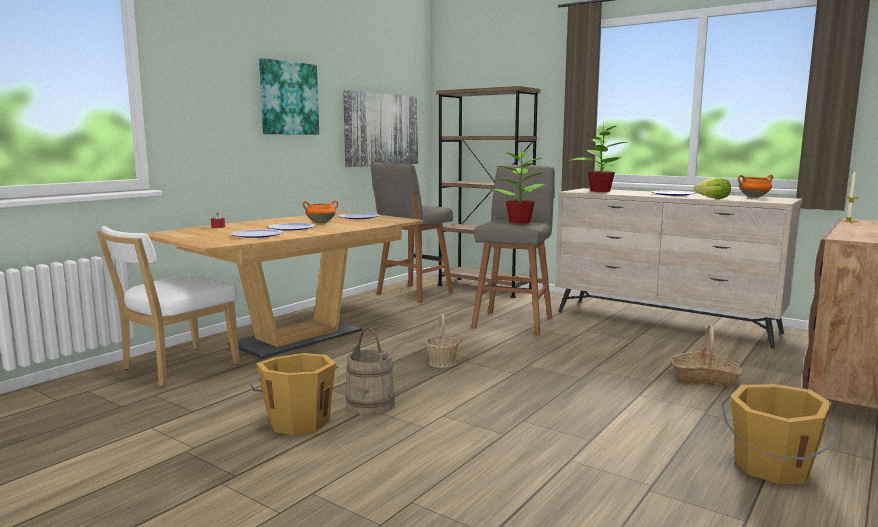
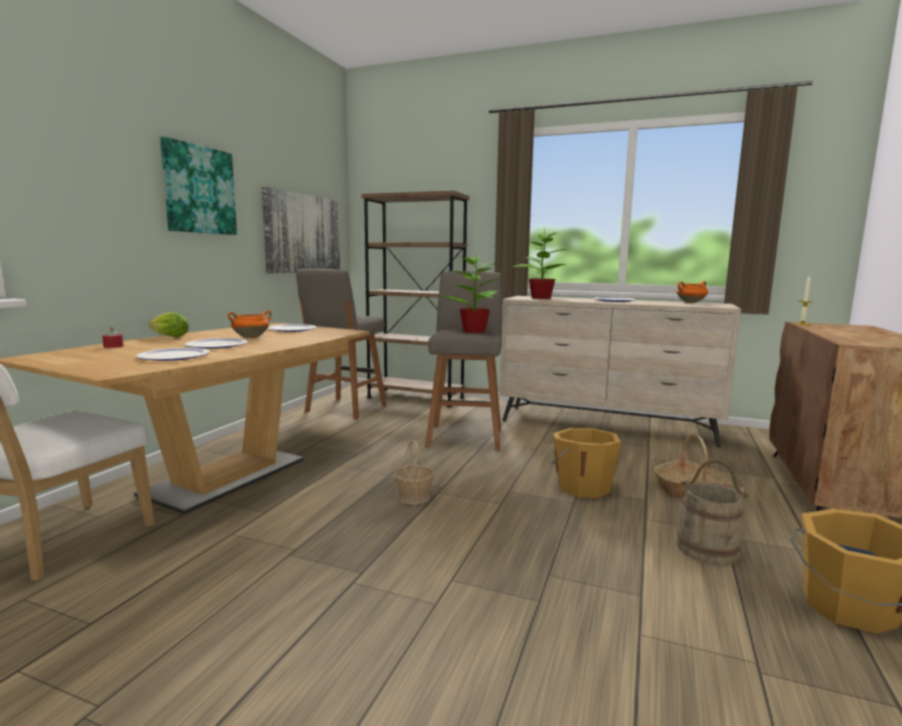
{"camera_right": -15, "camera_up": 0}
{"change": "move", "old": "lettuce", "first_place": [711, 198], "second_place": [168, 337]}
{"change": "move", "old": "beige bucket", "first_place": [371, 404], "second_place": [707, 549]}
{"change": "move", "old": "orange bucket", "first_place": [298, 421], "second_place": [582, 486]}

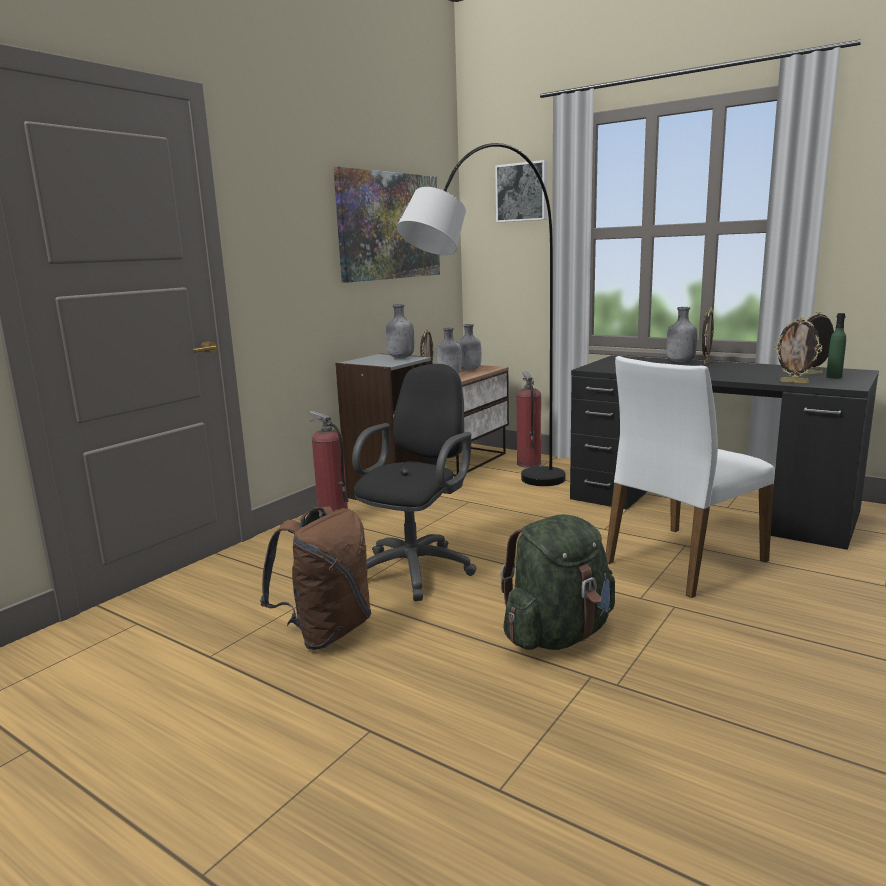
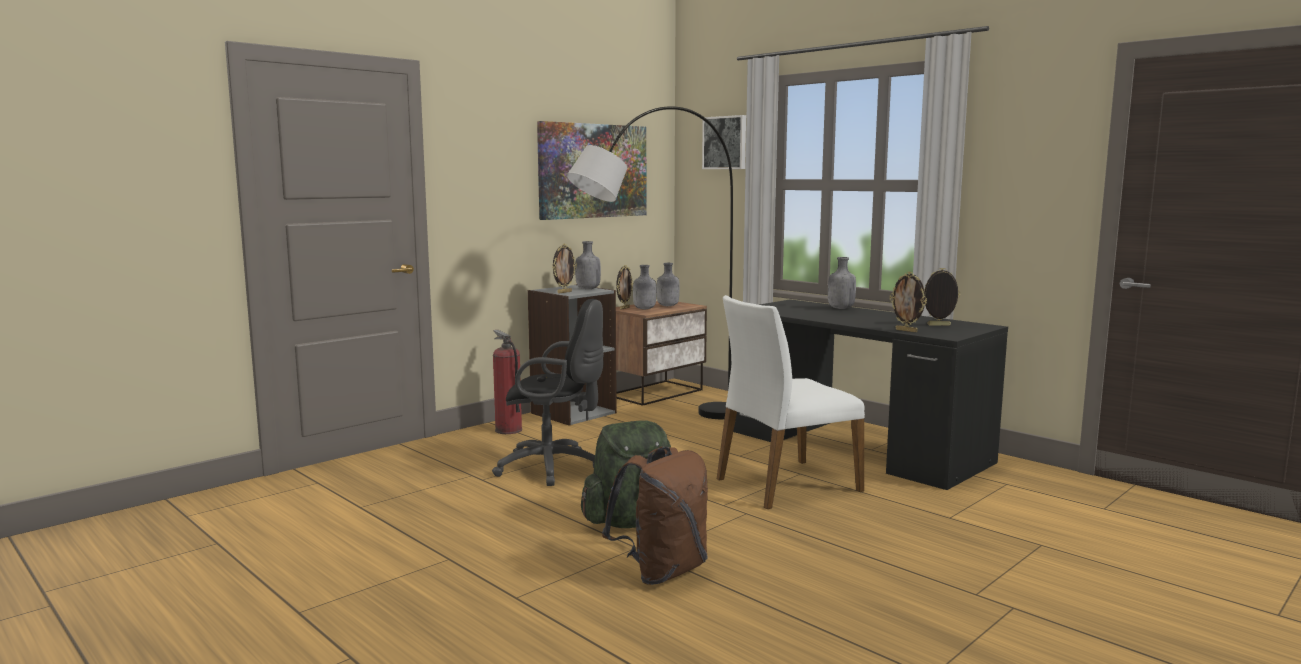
{"camera_right": 10, "camera_up": -5}
{"change": "move", "old": "picture frame", "first_place": [706, 363], "second_place": [564, 292]}
{"change": "delete", "old": "green bottle", "first_place": [834, 377]}
{"change": "rotate", "old": "black office chair", "first_place": [417, 568], "second_place": [555, 468], "degrees": 60}
{"change": "delete", "old": "fire extinguisher", "first_place": [528, 463]}
{"change": "move", "old": "brown backpack", "first_place": [326, 632], "second_place": [662, 571]}

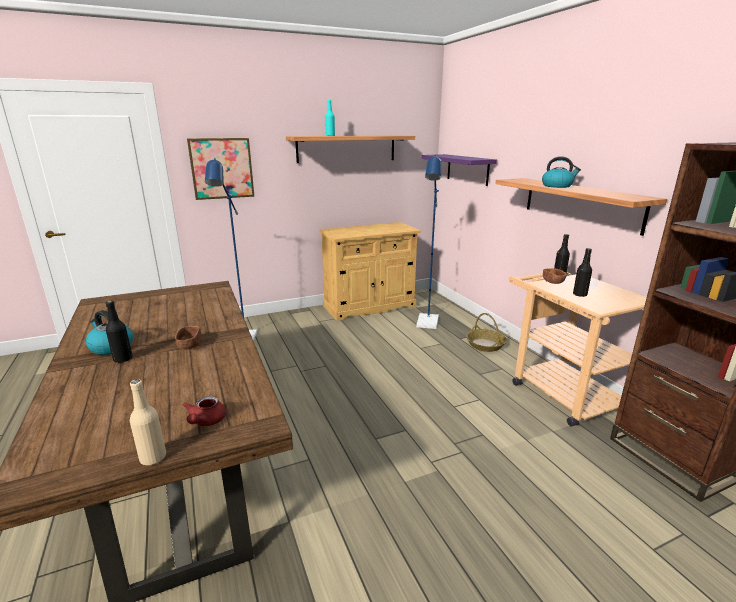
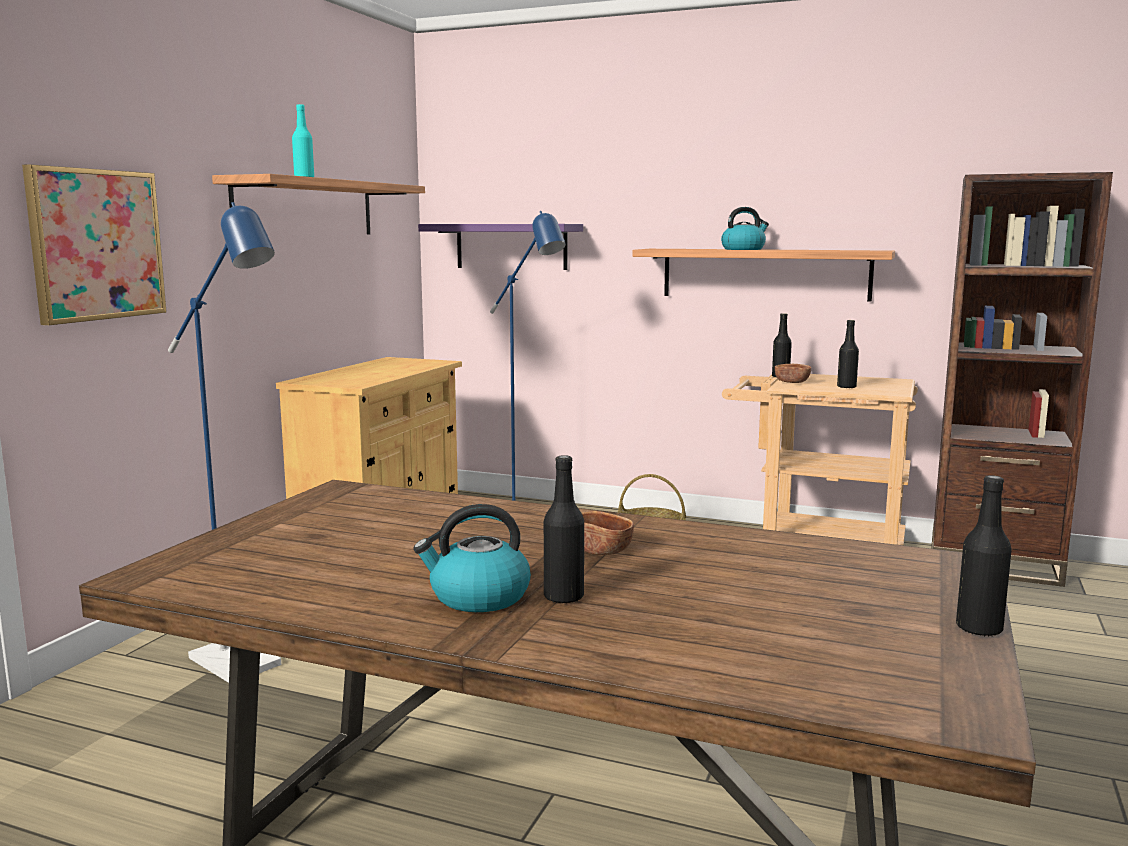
{"camera_right": -45, "camera_up": -10}
{"change": "recolor", "old": "beige bottle", "new": "black bottle", "first_place": [153, 458], "second_place": [979, 629]}
{"change": "delete", "old": "red teapot", "first_place": [206, 421]}

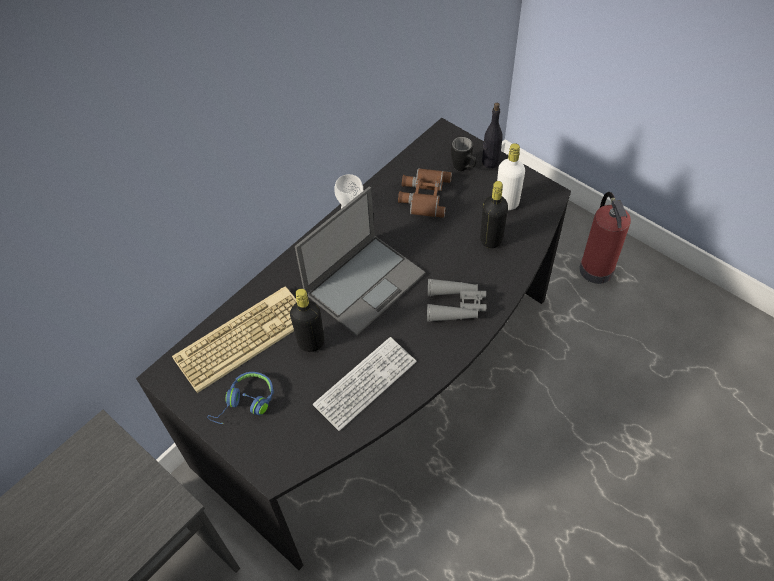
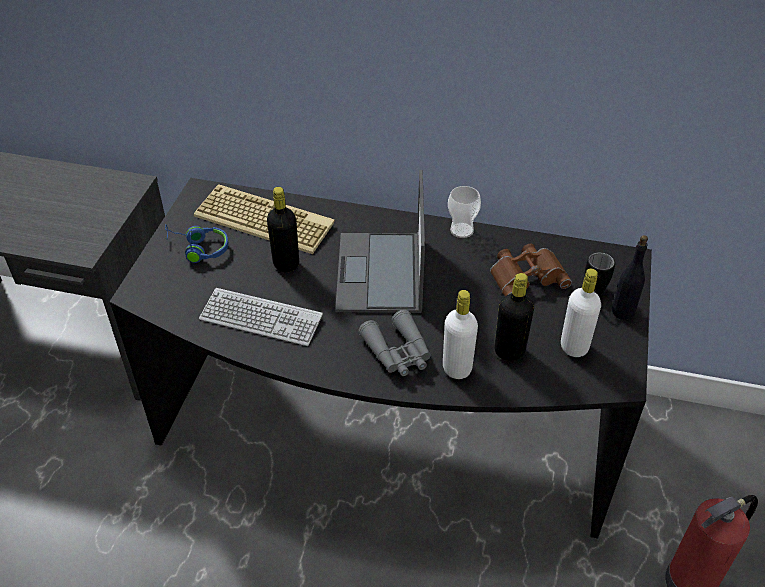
{"camera_right": 60, "camera_up": -10}
{"change": "rotate", "old": "laptop", "first_place": [365, 282], "second_place": [380, 274], "degrees": 75}
{"change": "insert", "new": "white bottle", "second_place": [457, 368]}

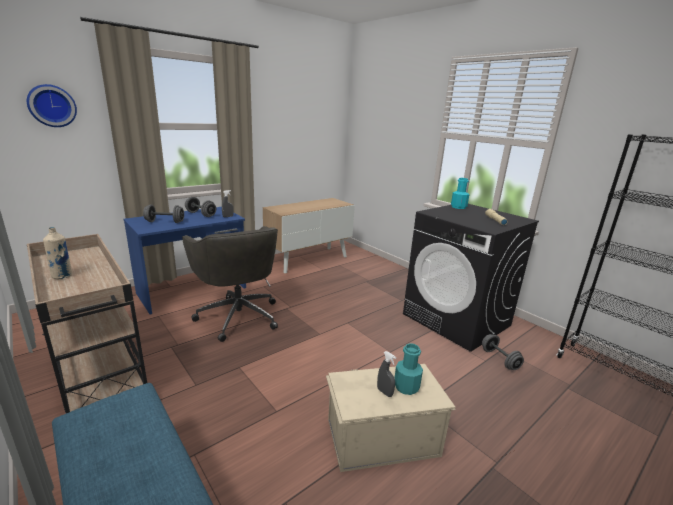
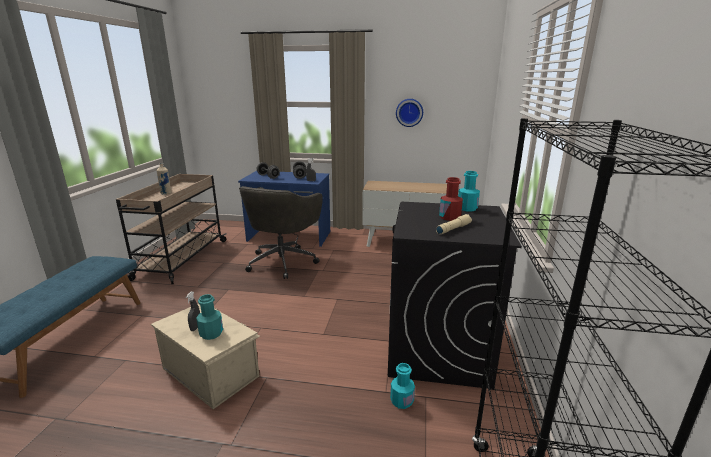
{"camera_right": 50, "camera_up": 0}
{"change": "move", "old": "wall clock", "first_place": [52, 106], "second_place": [409, 112]}
{"change": "replace", "old": "grey dumbbell", "new": "turquoise bottle", "first_place": [499, 359], "second_place": [401, 401]}
{"change": "insert", "new": "red bottle", "second_place": [449, 217]}

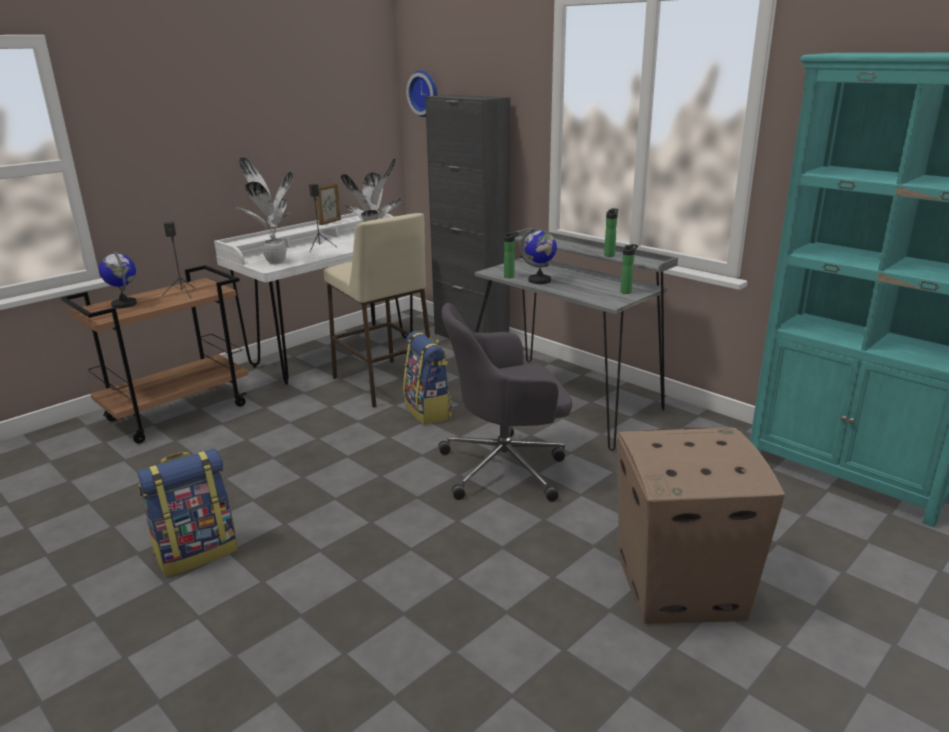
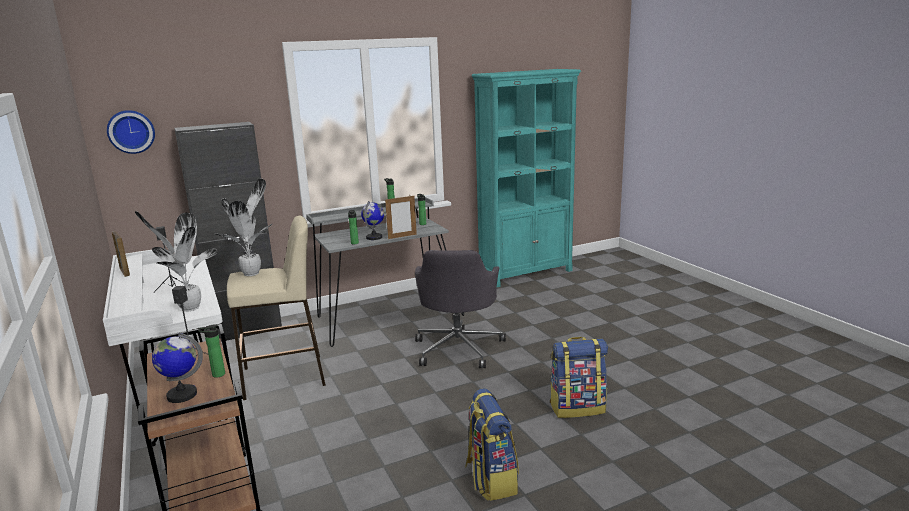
{"camera_right": -70, "camera_up": -5}
{"change": "move", "old": "backpack", "first_place": [429, 411], "second_place": [577, 407]}
{"change": "delete", "old": "cardboard box", "first_place": [677, 587]}
{"change": "insert", "new": "picture frame", "second_place": [402, 236]}
{"change": "insert", "new": "bottle", "second_place": [216, 375]}

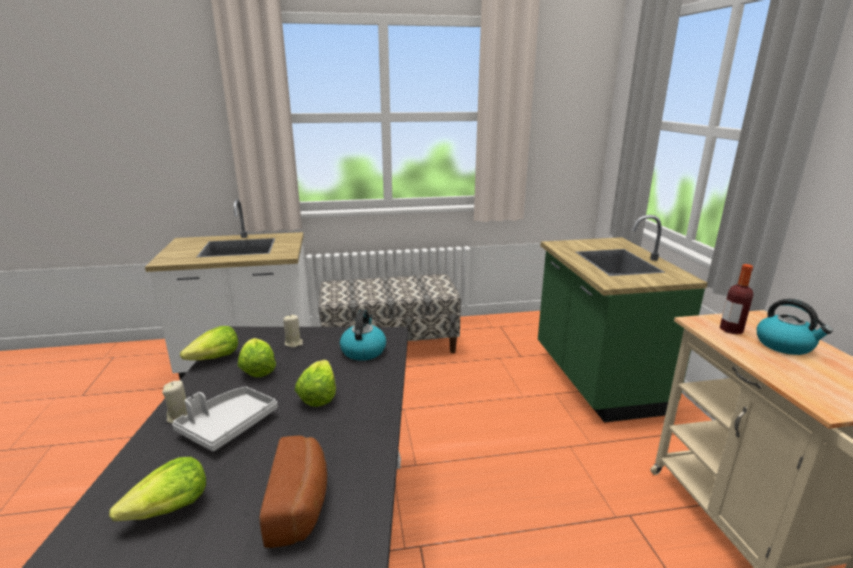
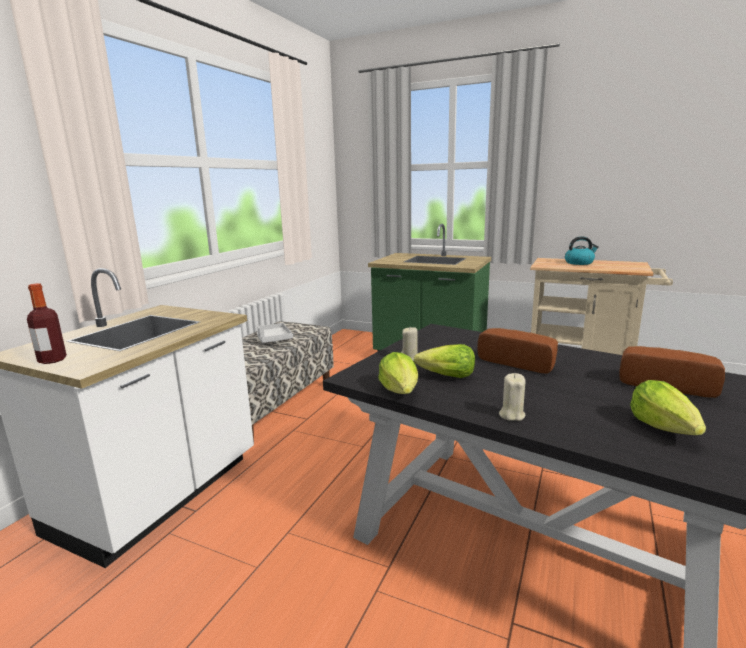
{"camera_right": -55, "camera_up": -5}
{"change": "move", "old": "bottle", "first_place": [731, 330], "second_place": [52, 360]}
{"change": "delete", "old": "kettle", "first_place": [363, 350]}
{"change": "replace", "old": "lettuce", "new": "bread", "first_place": [318, 395], "second_place": [518, 362]}
{"change": "move", "old": "grey tray", "first_place": [228, 425], "second_place": [273, 338]}

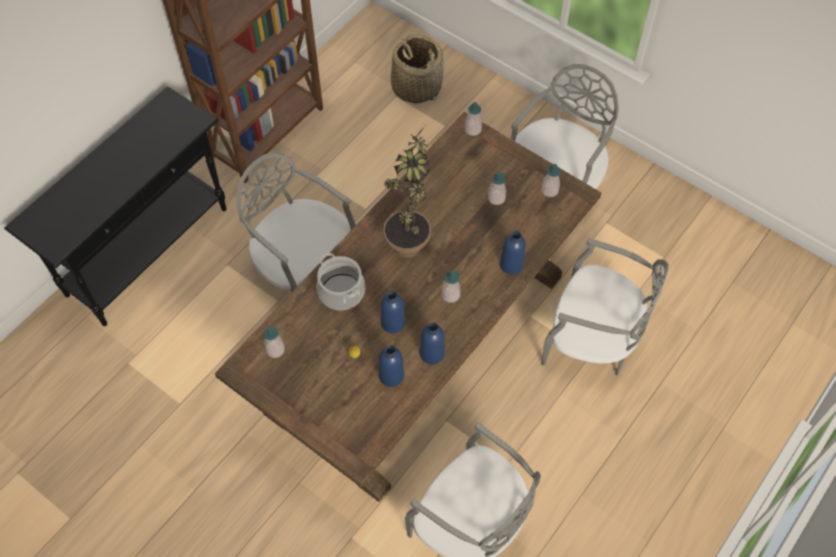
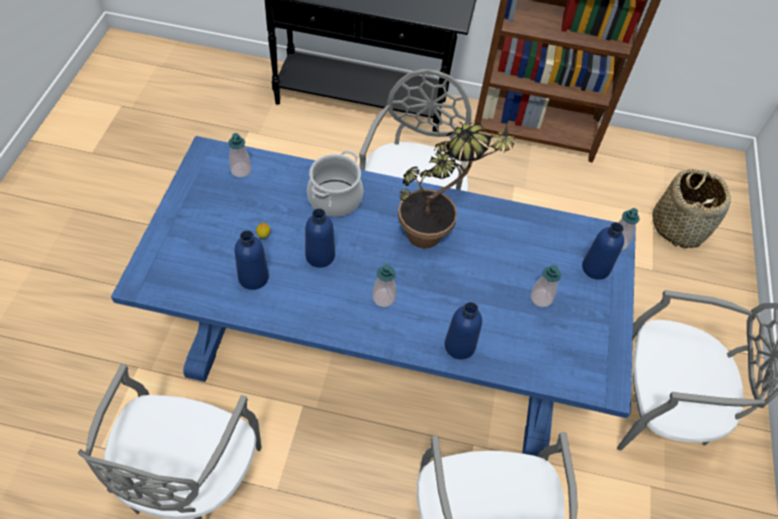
{"camera_right": 60, "camera_up": -5}
{"change": "recolor", "old": "brown dining table", "new": "blue dining table", "first_place": [417, 342], "second_place": [381, 342]}
{"change": "delete", "old": "soap dispenser", "first_place": [549, 190]}
{"change": "move", "old": "blue bottle", "first_place": [432, 353], "second_place": [595, 268]}

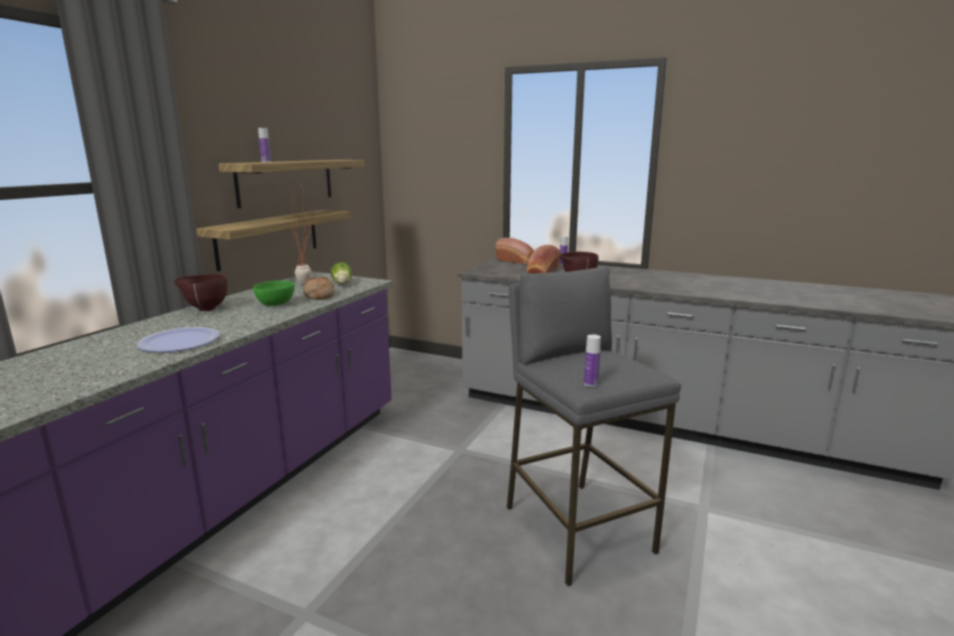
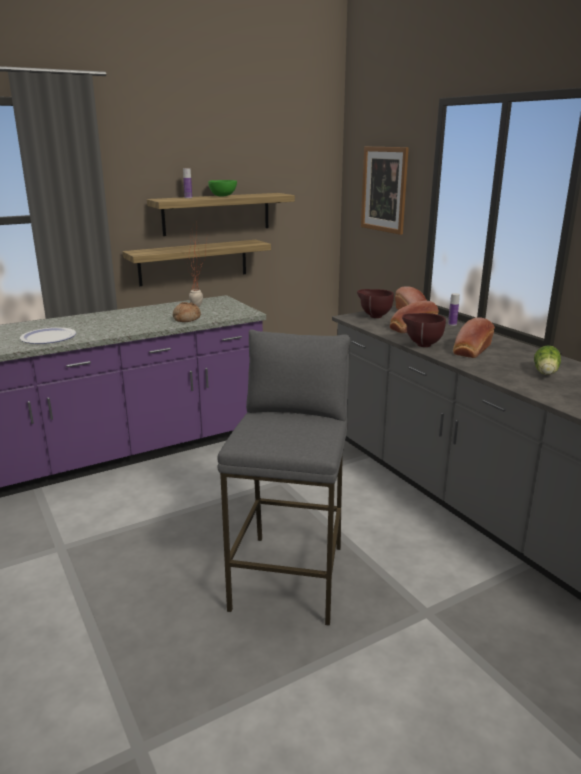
{"camera_right": 35, "camera_up": 5}
{"change": "move", "old": "lettuce", "first_place": [342, 284], "second_place": [545, 373]}
{"change": "move", "old": "brown bowl", "first_place": [205, 309], "second_place": [374, 316]}
{"change": "move", "old": "green bowl", "first_place": [275, 304], "second_place": [223, 196]}
{"change": "delete", "old": "bottle", "first_place": [590, 384]}
{"change": "insert", "new": "picture", "second_place": [384, 189]}
{"change": "insert", "new": "bread", "second_place": [471, 350]}

